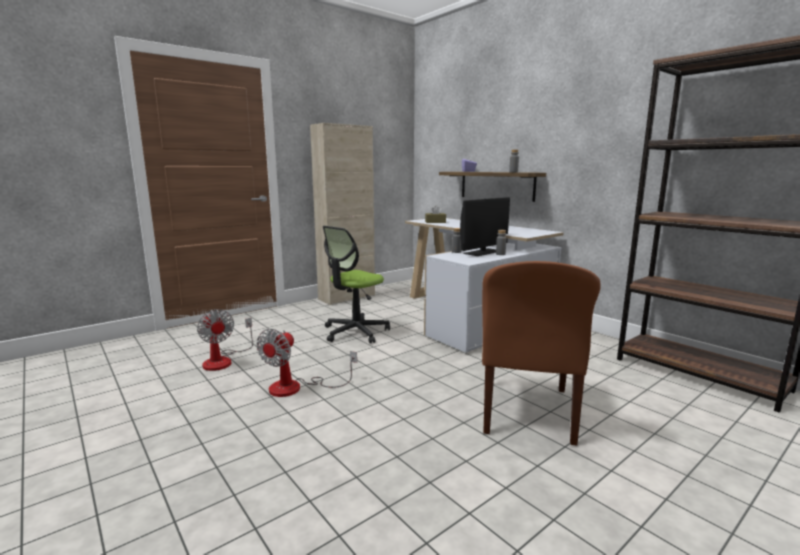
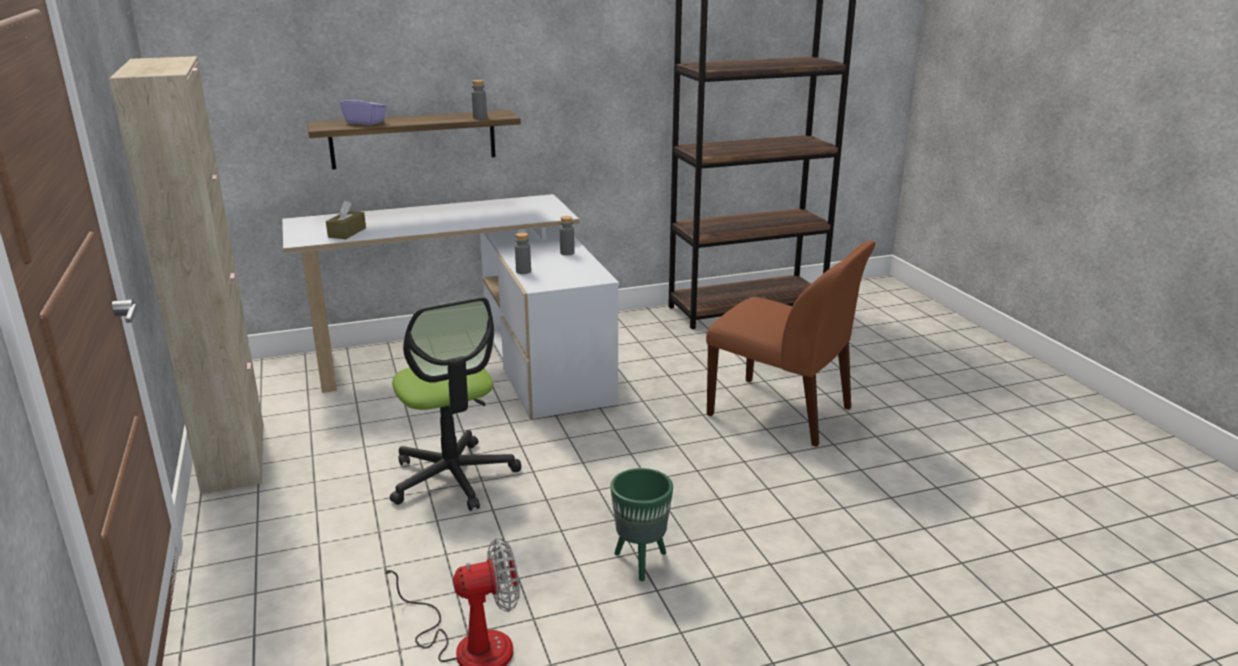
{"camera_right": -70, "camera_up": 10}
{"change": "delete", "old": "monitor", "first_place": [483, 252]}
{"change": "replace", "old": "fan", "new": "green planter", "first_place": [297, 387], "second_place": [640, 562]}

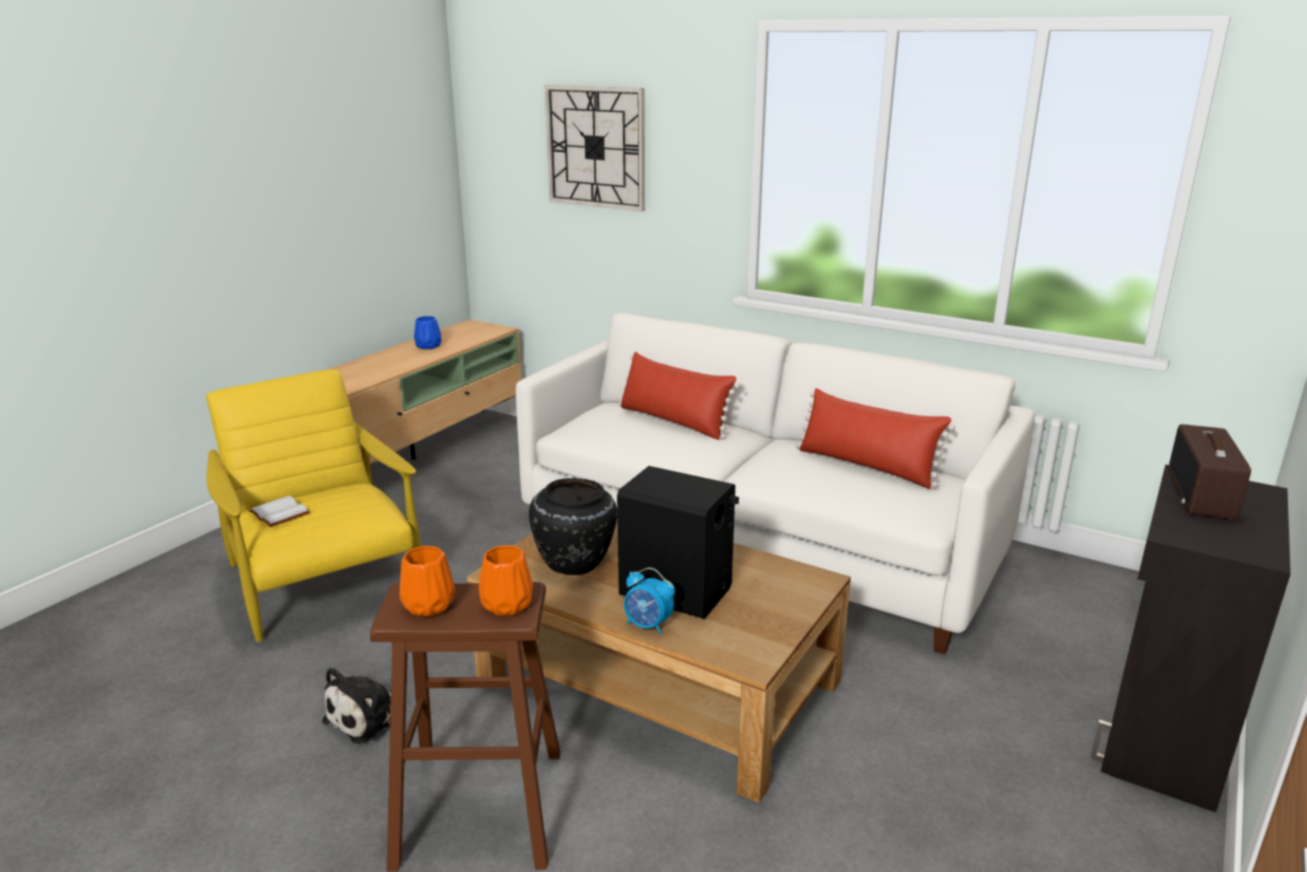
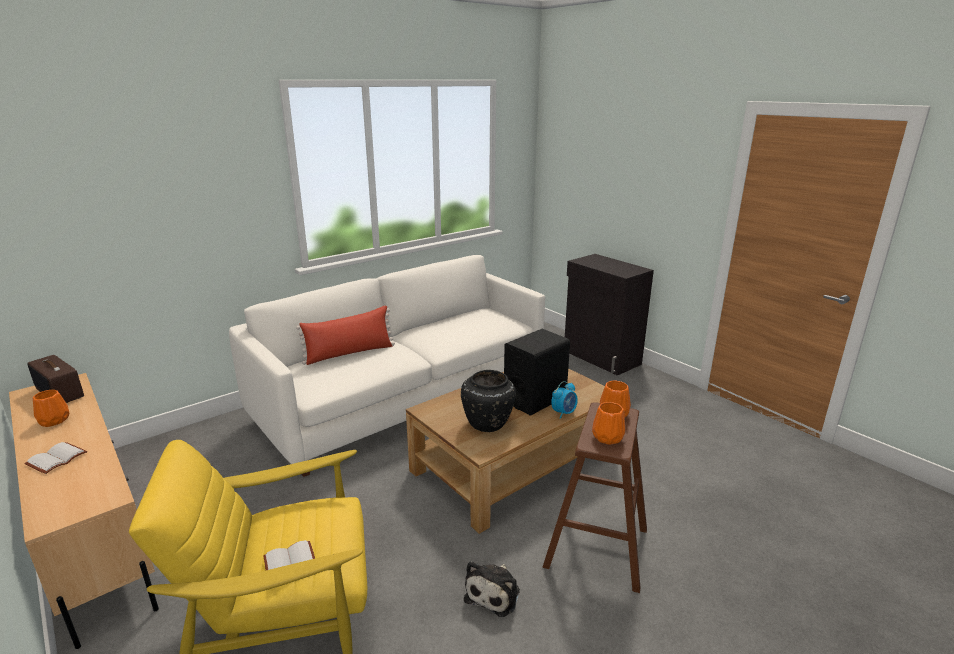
{"camera_right": -70, "camera_up": 0}
{"change": "delete", "old": "wall clock", "first_place": [595, 147]}
{"change": "recolor", "old": "blue vase", "new": "orange vase", "first_place": [428, 346], "second_place": [54, 421]}
{"change": "delete", "old": "red pillow", "first_place": [866, 466]}
{"change": "move", "old": "radio", "first_place": [1202, 496], "second_place": [61, 392]}
{"change": "rotate", "old": "plush toy", "first_place": [368, 717], "second_place": [494, 593], "degrees": 60}
{"change": "insert", "new": "white book", "second_place": [56, 458]}

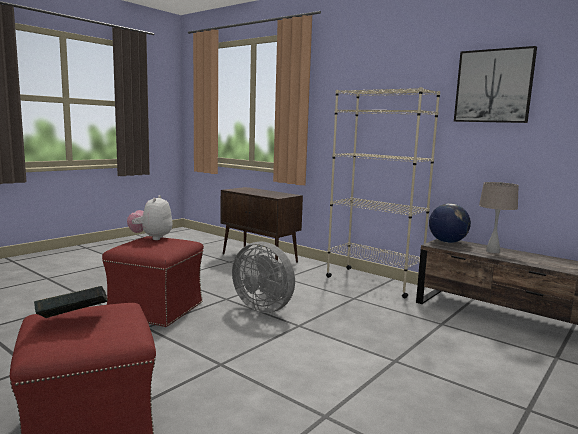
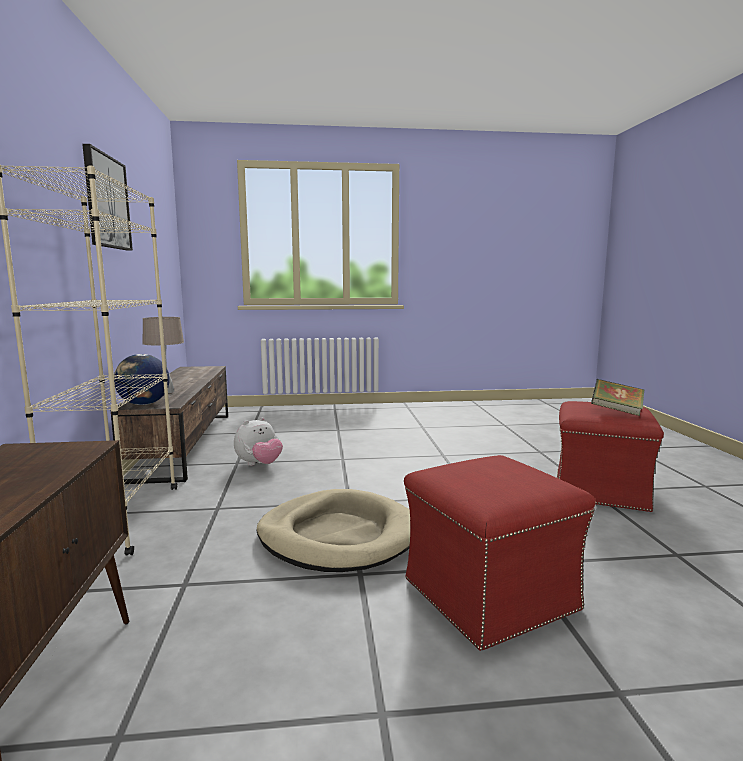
{"camera_right": -135, "camera_up": 0}
{"change": "move", "old": "plush toy", "first_place": [151, 238], "second_place": [259, 464]}
{"change": "replace", "old": "grey fan", "new": "beige dog bed", "first_place": [265, 307], "second_place": [337, 536]}

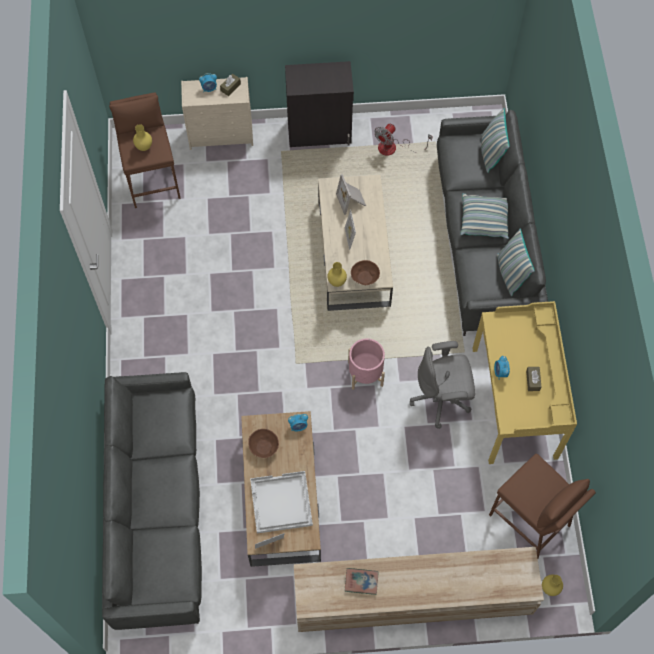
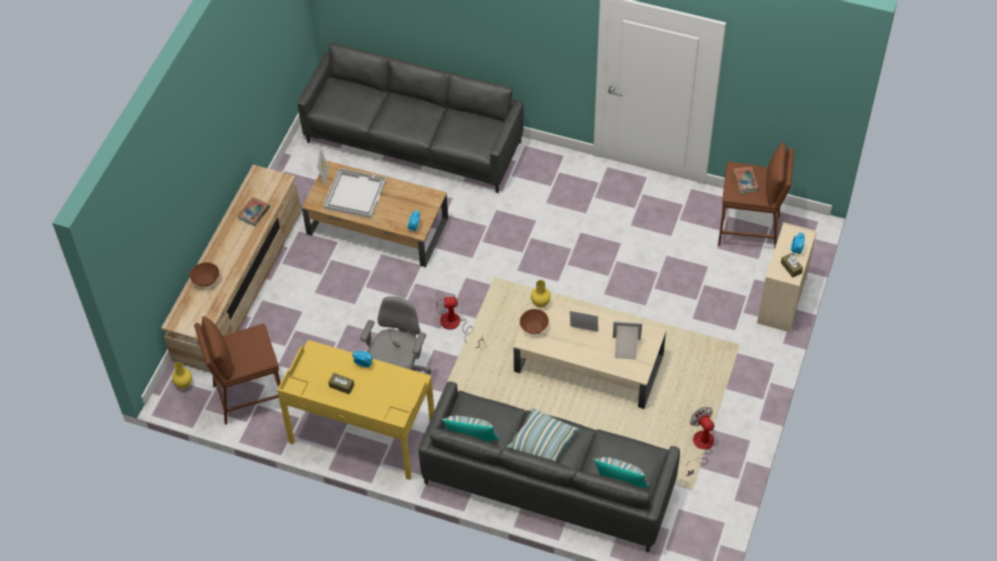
{"camera_right": 115, "camera_up": -10}
{"change": "delete", "old": "black cabinet", "first_place": [320, 132]}
{"change": "replace", "old": "yellow vase", "new": "book", "first_place": [144, 147], "second_place": [745, 181]}
{"change": "replace", "old": "pink planter", "new": "fan", "first_place": [365, 373], "second_place": [455, 326]}
{"change": "move", "old": "brown bowl", "first_place": [263, 447], "second_place": [206, 280]}

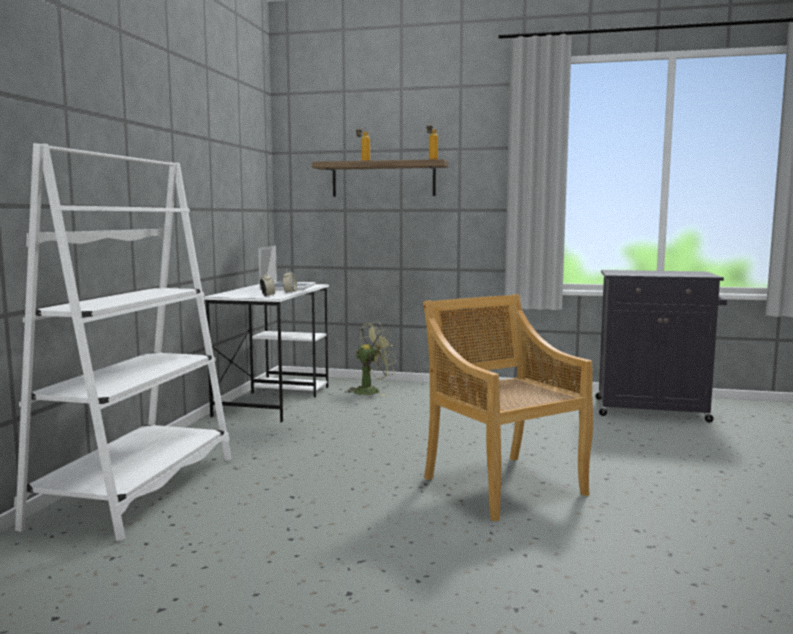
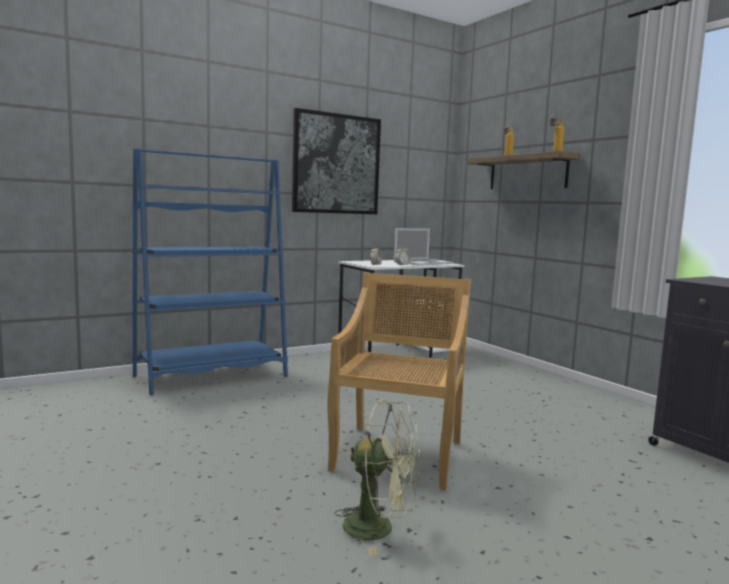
{"camera_right": 45, "camera_up": 0}
{"change": "recolor", "old": "white bookcase", "new": "blue bookcase", "first_place": [137, 490], "second_place": [211, 376]}
{"change": "move", "old": "green fan", "first_place": [371, 391], "second_place": [379, 528]}
{"change": "insert", "new": "picture", "second_place": [336, 164]}

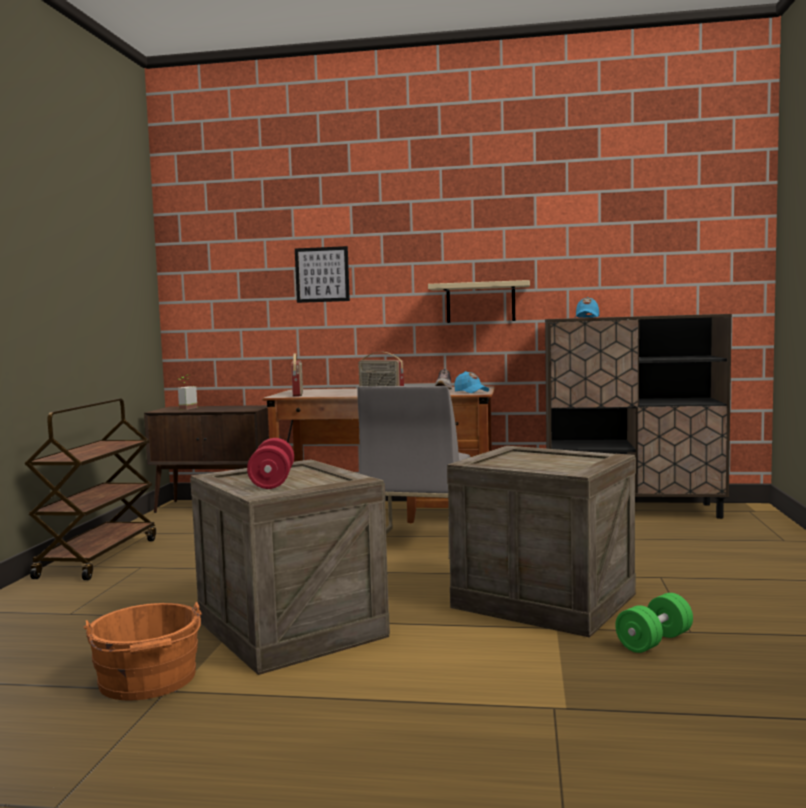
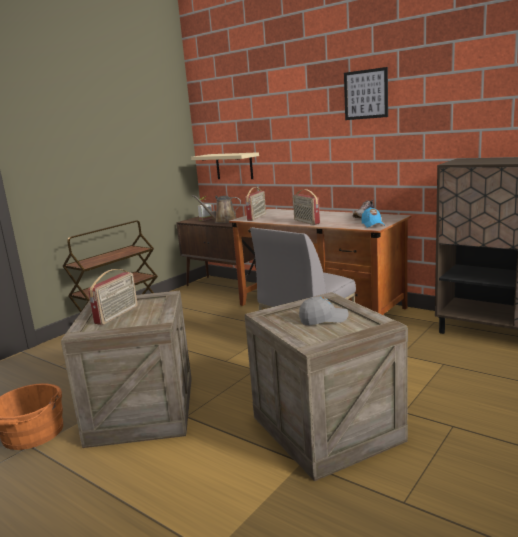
{"camera_right": 30, "camera_up": 10}
{"change": "move", "old": "picture", "first_place": [322, 274], "second_place": [366, 94]}
{"change": "move", "old": "beige shelf", "first_place": [480, 302], "second_place": [234, 166]}
{"change": "delete", "old": "blue cap", "first_place": [587, 317]}
{"change": "replace", "old": "red dumbbell", "new": "radio", "first_place": [272, 481], "second_place": [117, 315]}
{"change": "delete", "old": "green dumbbell", "first_place": [654, 641]}
{"change": "insert", "new": "brown watering can", "second_place": [223, 221]}
{"change": "insert", "new": "grey cap", "second_place": [323, 319]}

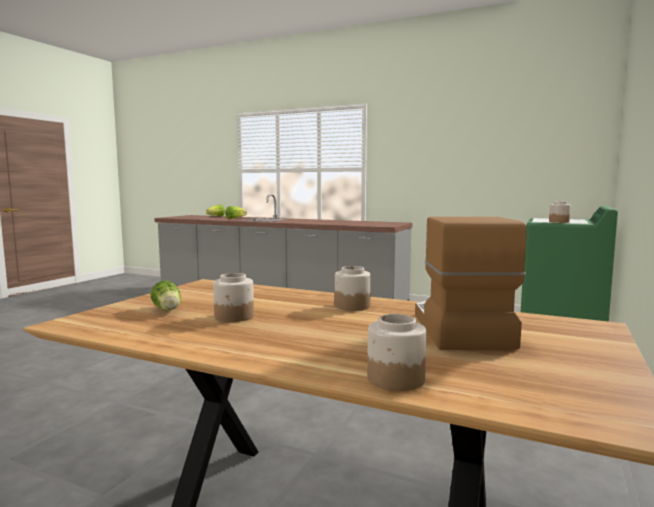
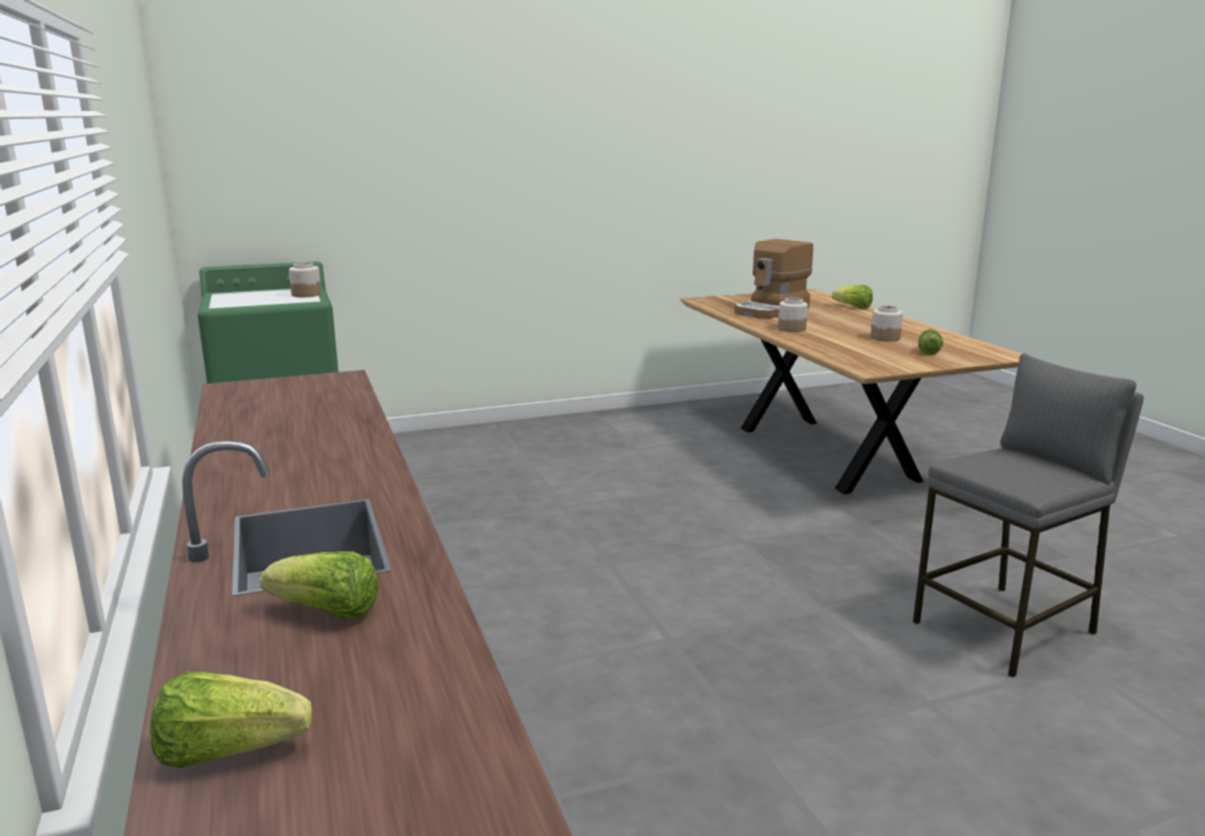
{"camera_right": -135, "camera_up": 10}
{"change": "replace", "old": "jar", "new": "lettuce", "first_place": [395, 379], "second_place": [853, 307]}
{"change": "insert", "new": "grey stool", "second_place": [1006, 628]}

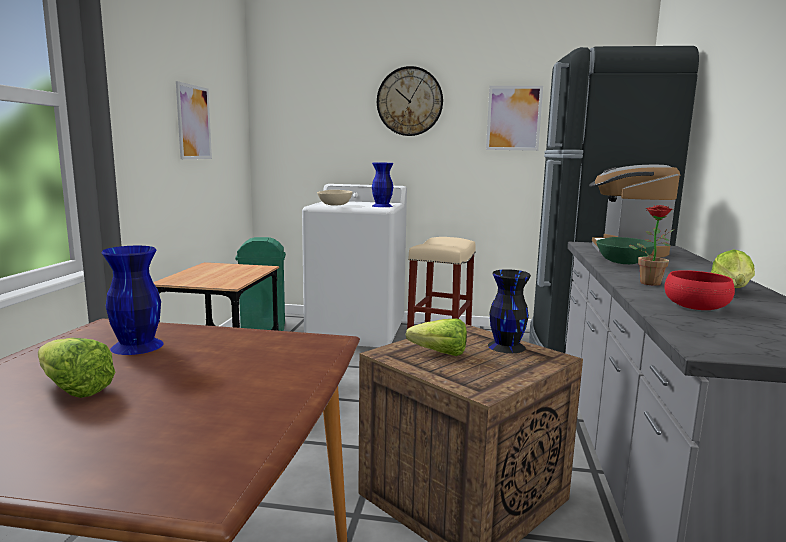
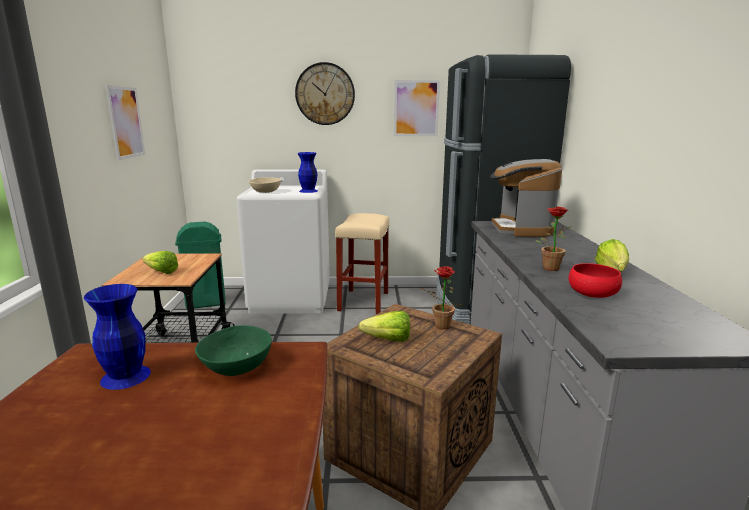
{"camera_right": -10, "camera_up": 5}
{"change": "move", "old": "green bowl", "first_place": [623, 262], "second_place": [236, 367]}
{"change": "replace", "old": "black vase", "new": "potted plant", "first_place": [506, 346], "second_place": [439, 326]}
{"change": "move", "old": "lettuce", "first_place": [72, 387], "second_place": [160, 271]}

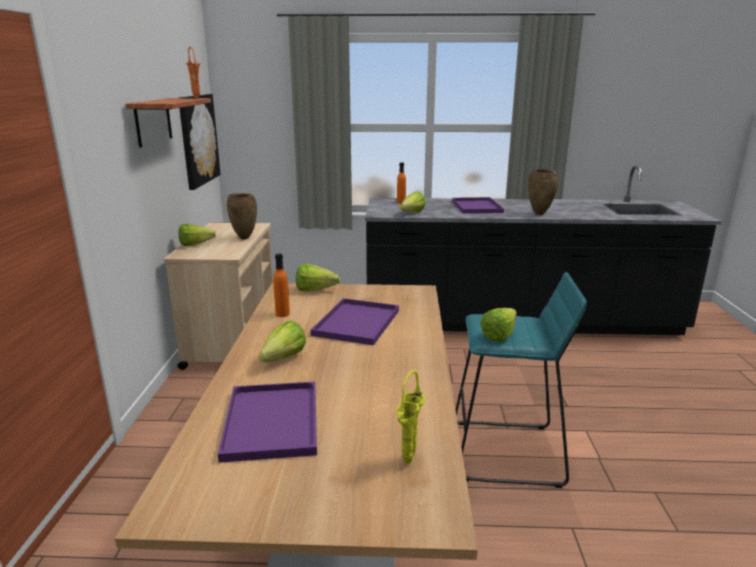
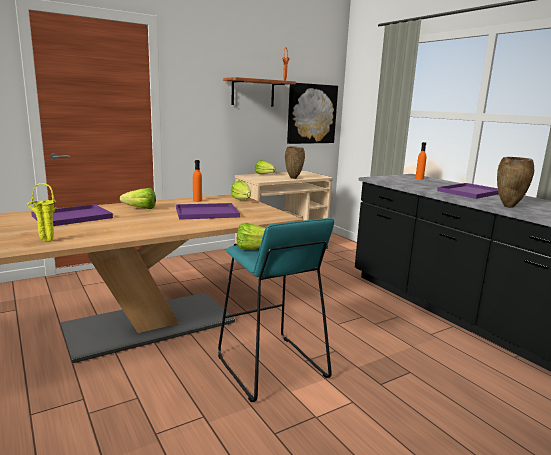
{"camera_right": 55, "camera_up": -5}
{"change": "delete", "old": "lettuce", "first_place": [410, 214]}

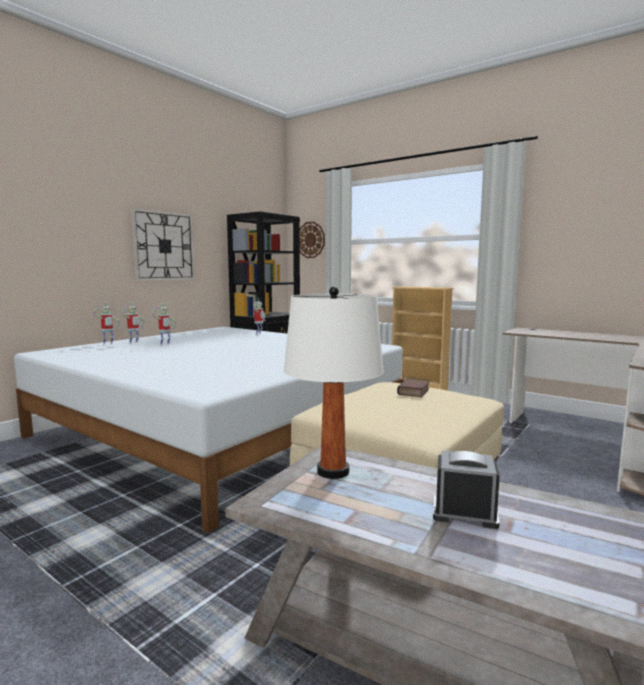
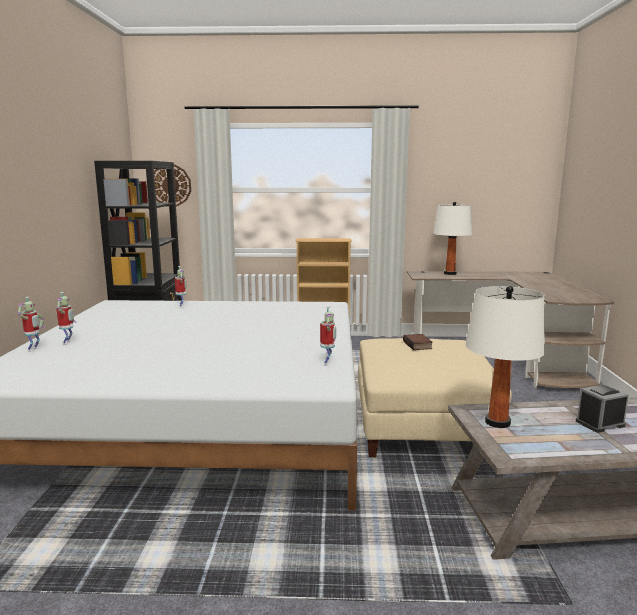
{"camera_right": -35, "camera_up": 5}
{"change": "delete", "old": "wall clock", "first_place": [164, 246]}
{"change": "move", "old": "toy robot", "first_place": [165, 345], "second_place": [327, 363]}
{"change": "insert", "new": "white table lamp", "second_place": [450, 273]}

